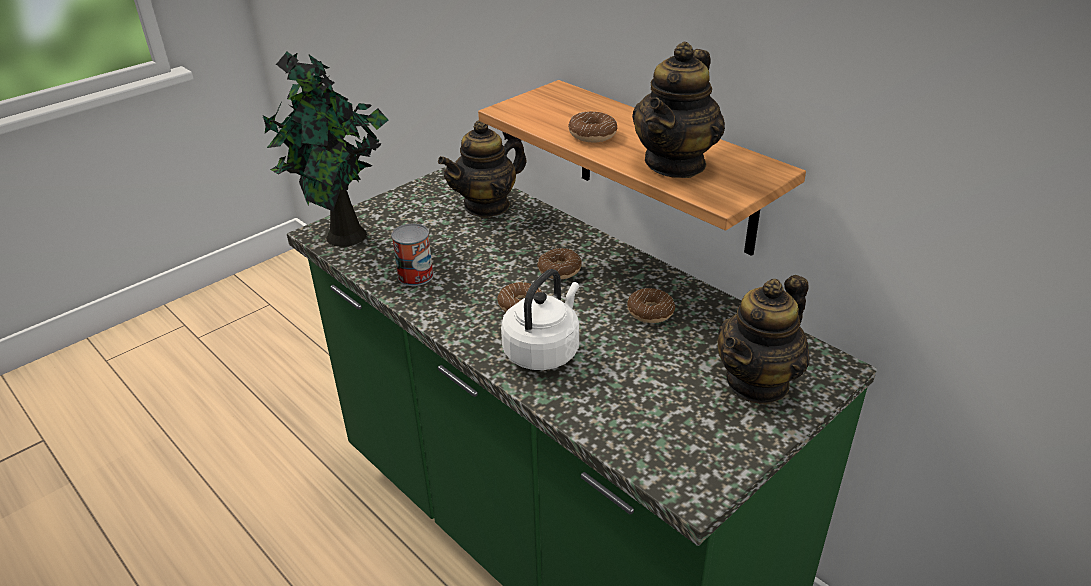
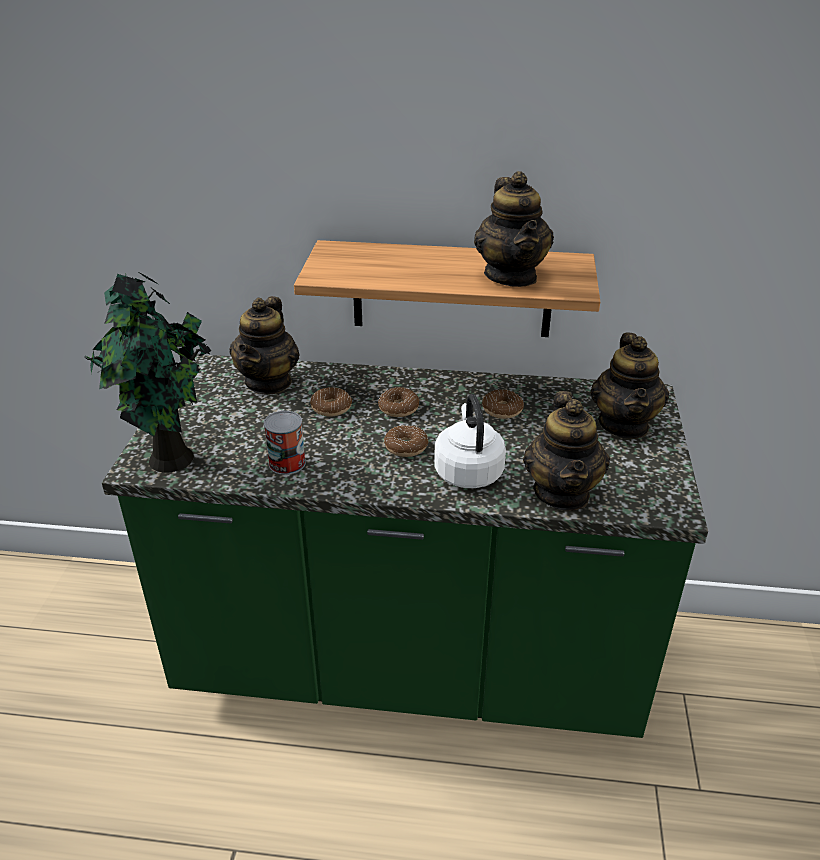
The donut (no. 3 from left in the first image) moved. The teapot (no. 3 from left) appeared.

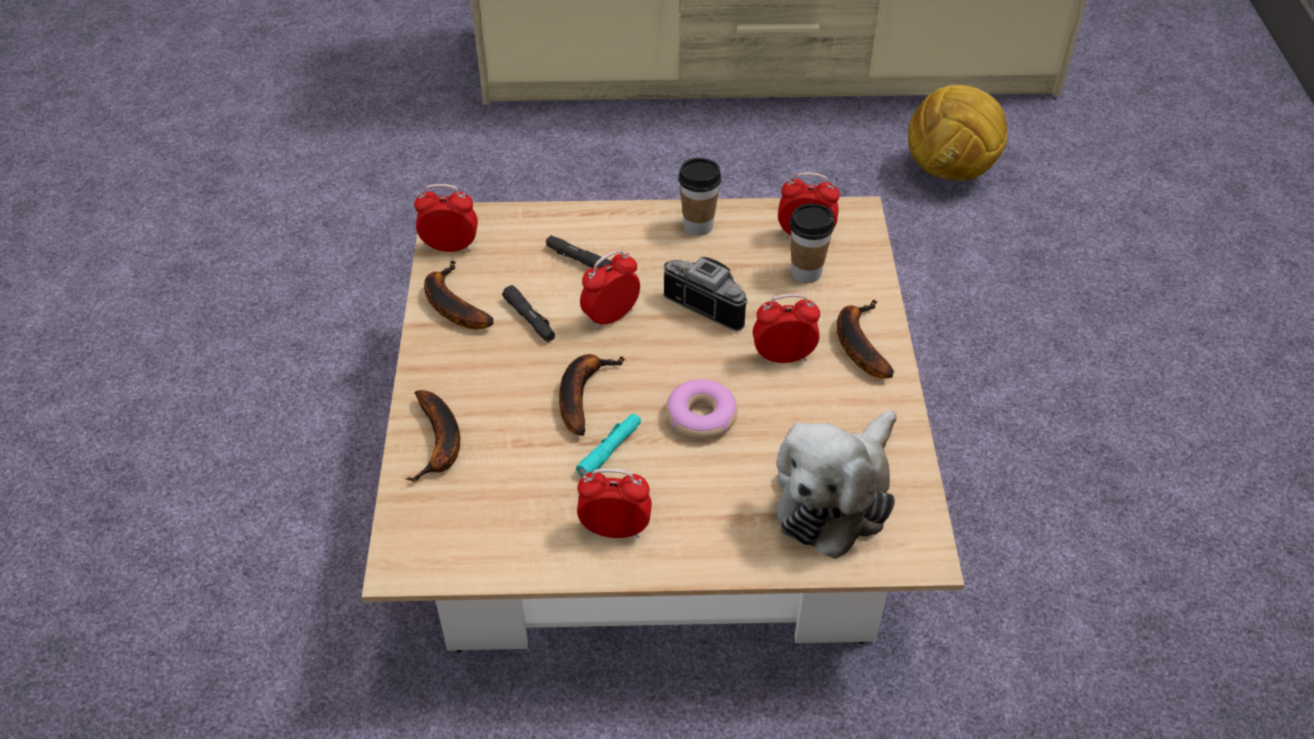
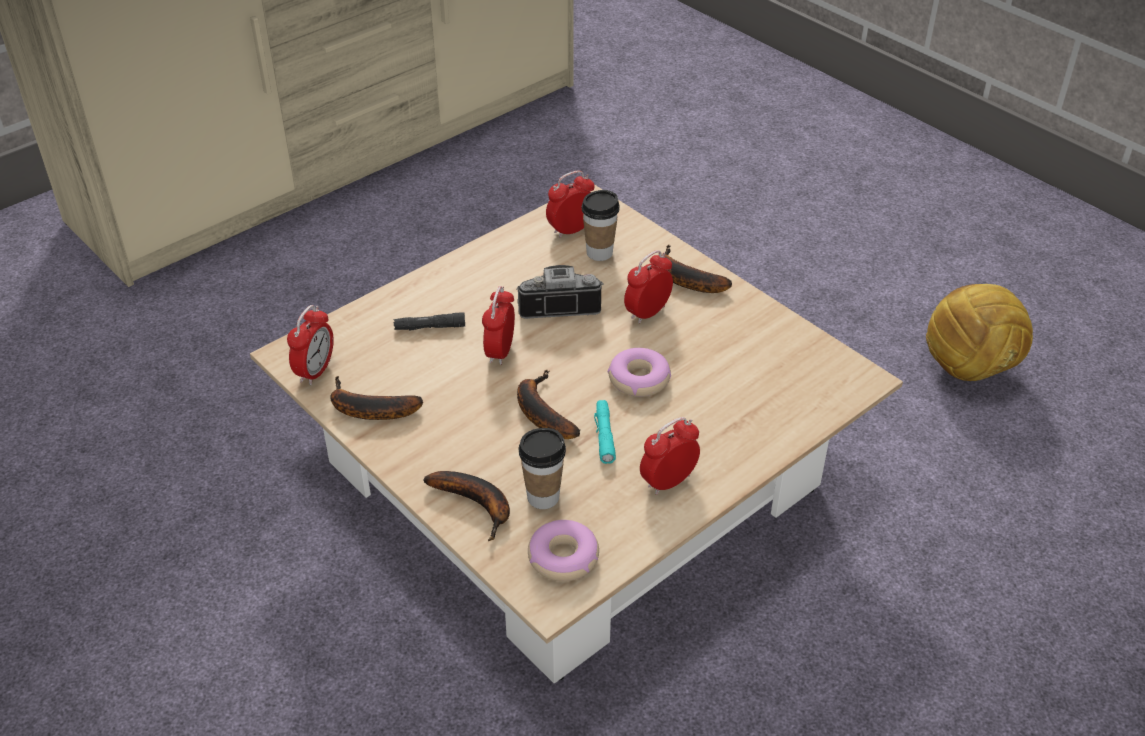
The alarm clock (no. 1 from left) turned 150 degrees clockwise. The flashlight (black) (no. 1 from left) disappeared. The cup (no. 1 from left) moved. The plush toy disappeared. The football moved. The donut (no. 1 from left) appeared.

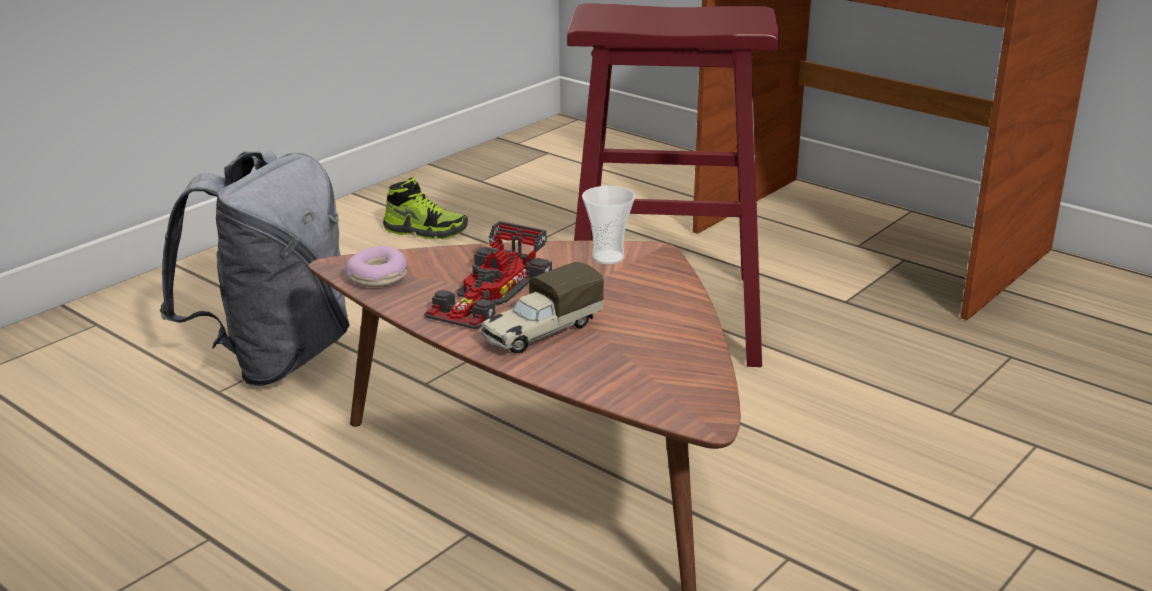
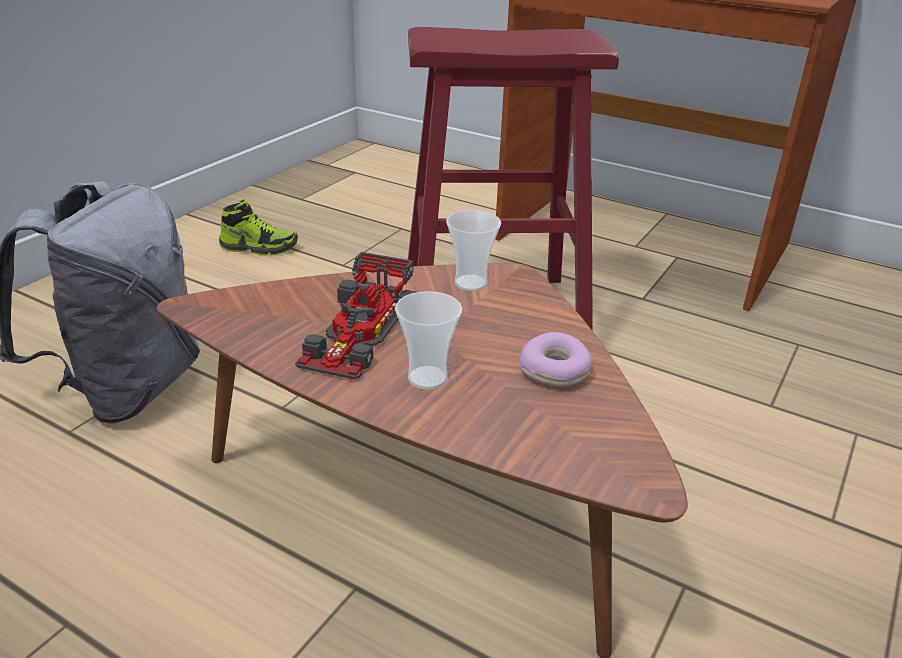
The donut moved. The toy truck was replaced by the cup (no. 1 from left).

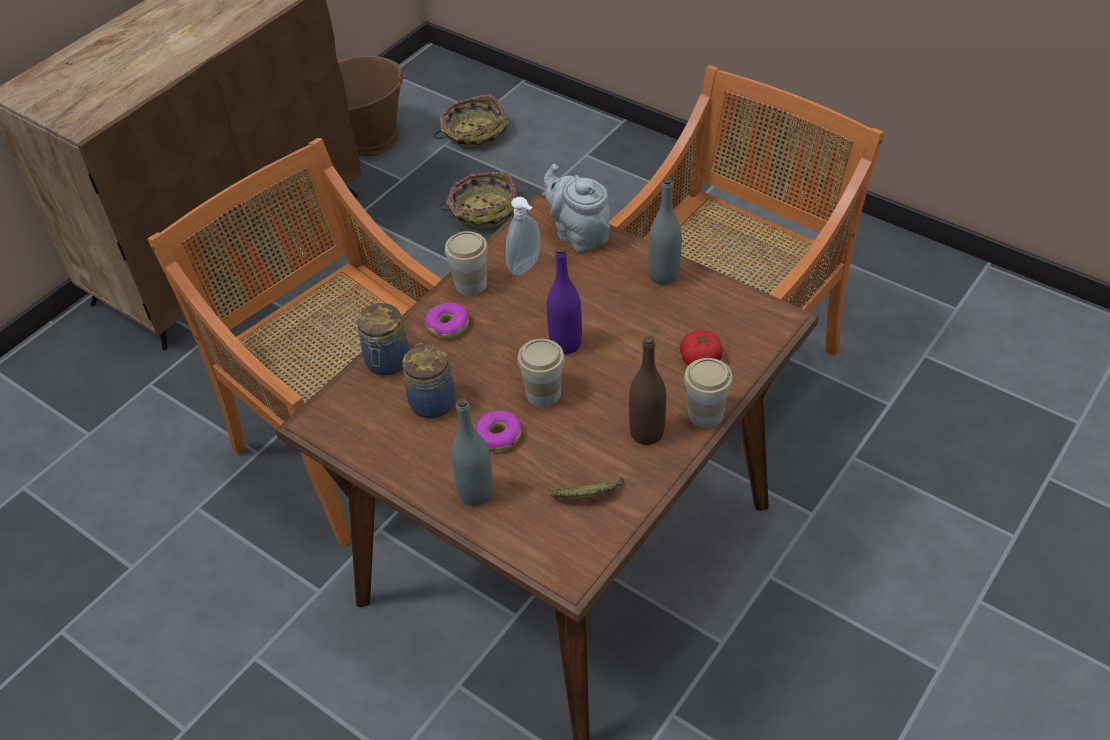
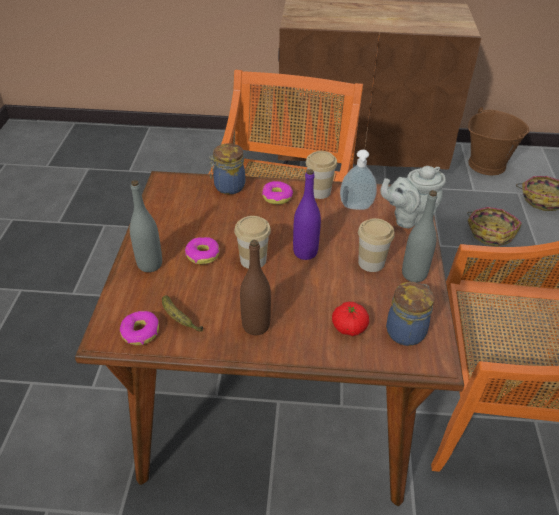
The jar (no. 2 from left) moved. The teapot (grey) turned 120 degrees counterclockwise. The cup (no. 3 from left) moved. The donut (no. 1 from left) appeared.

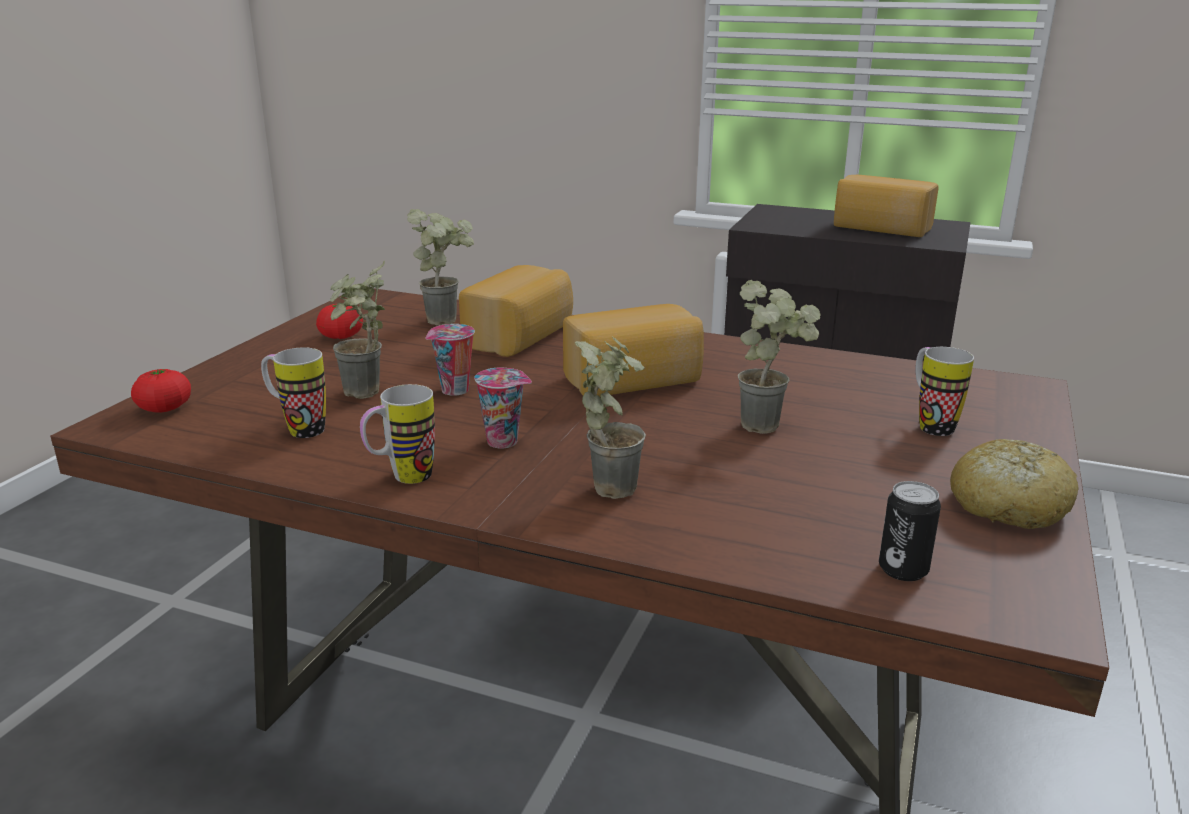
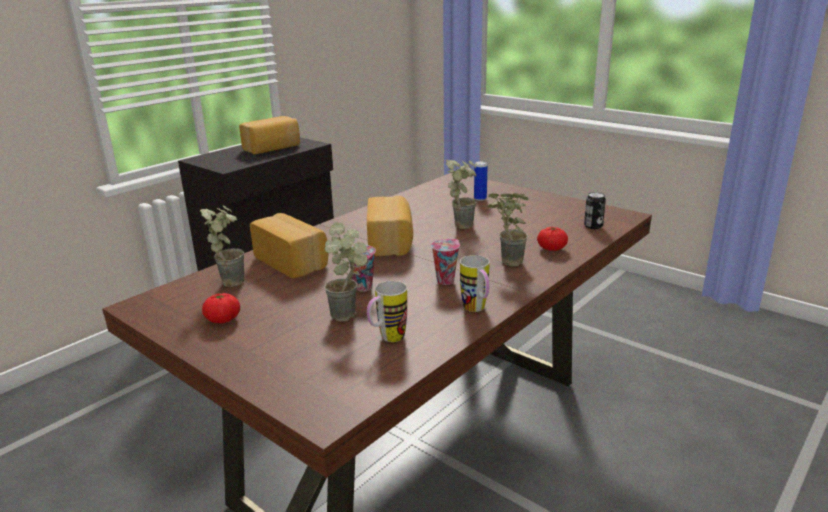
The tomato (no. 1 from left in the first image) moved. The mug (no. 3 from left) was replaced by the can (no. 1 from left). The bread (no. 4 from left) disappeared.

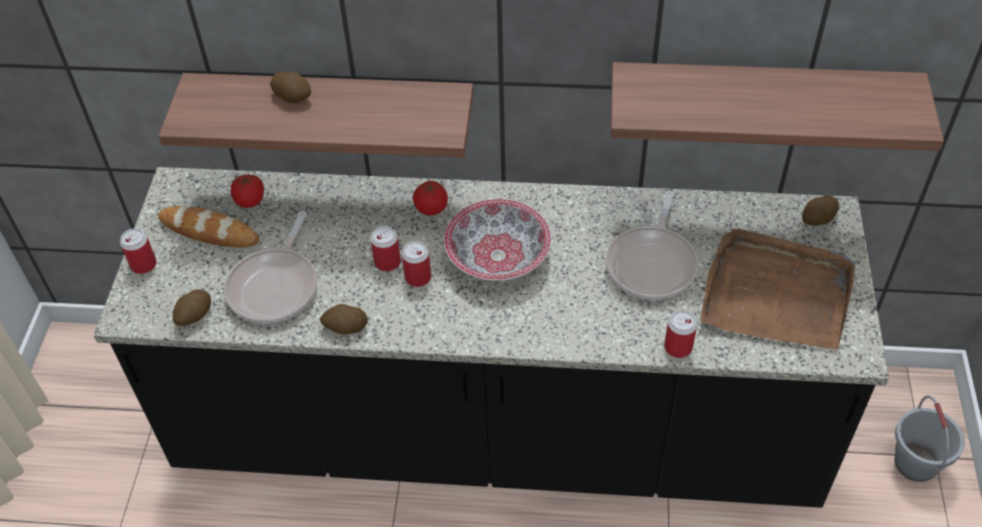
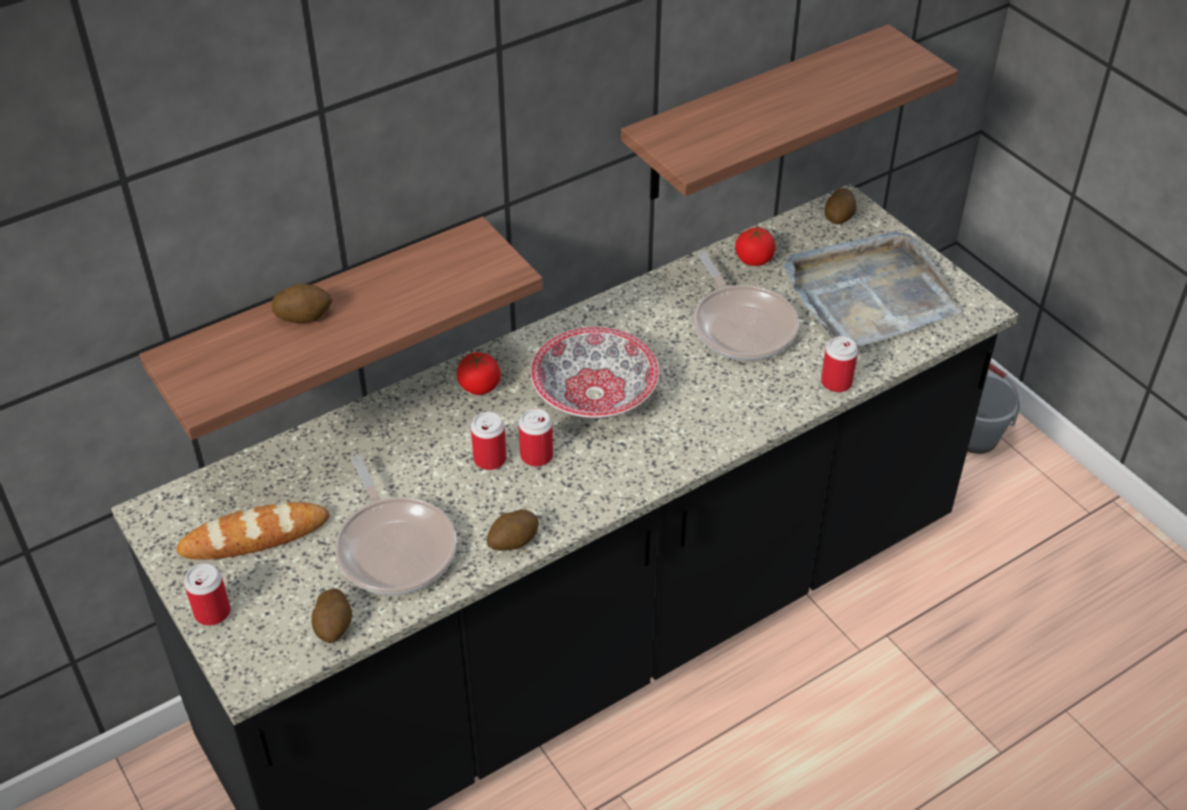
The tomato (no. 1 from left in the first image) moved. The tray (brown) became the tray (grey).

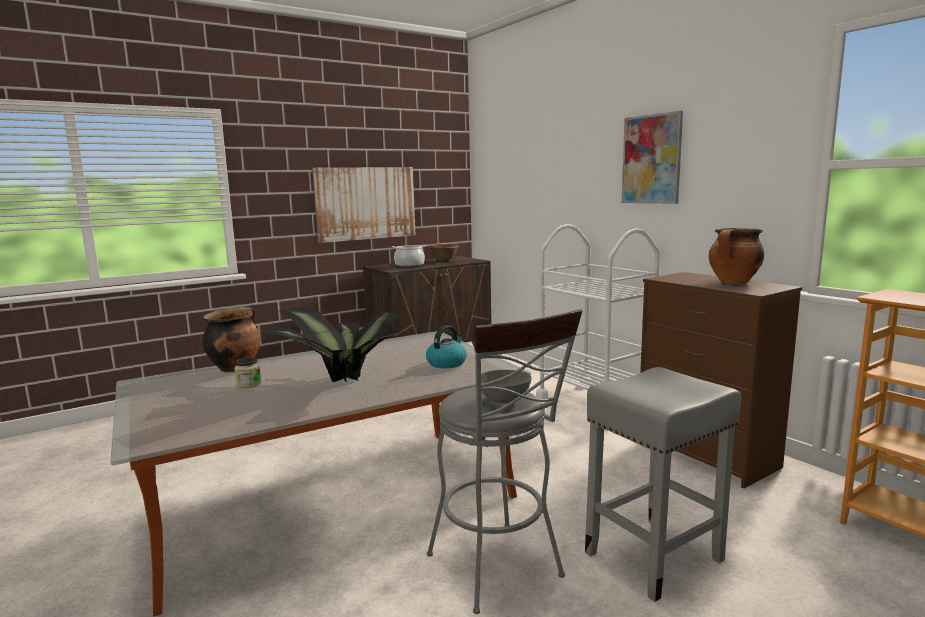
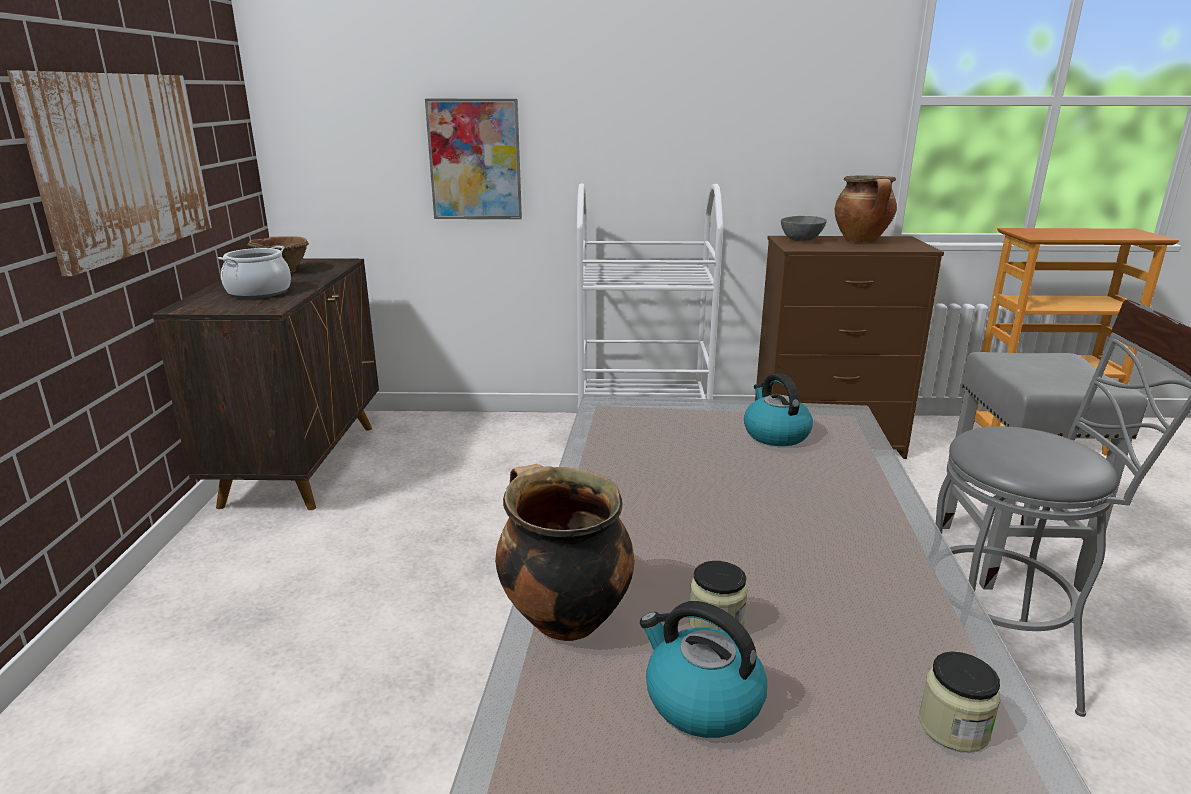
The potted plant disappeared. The bowl (grey) moved. The picture (no. 2 from left) moved. The kettle (no. 1 from left) appeared. The jar (no. 2 from left) appeared.

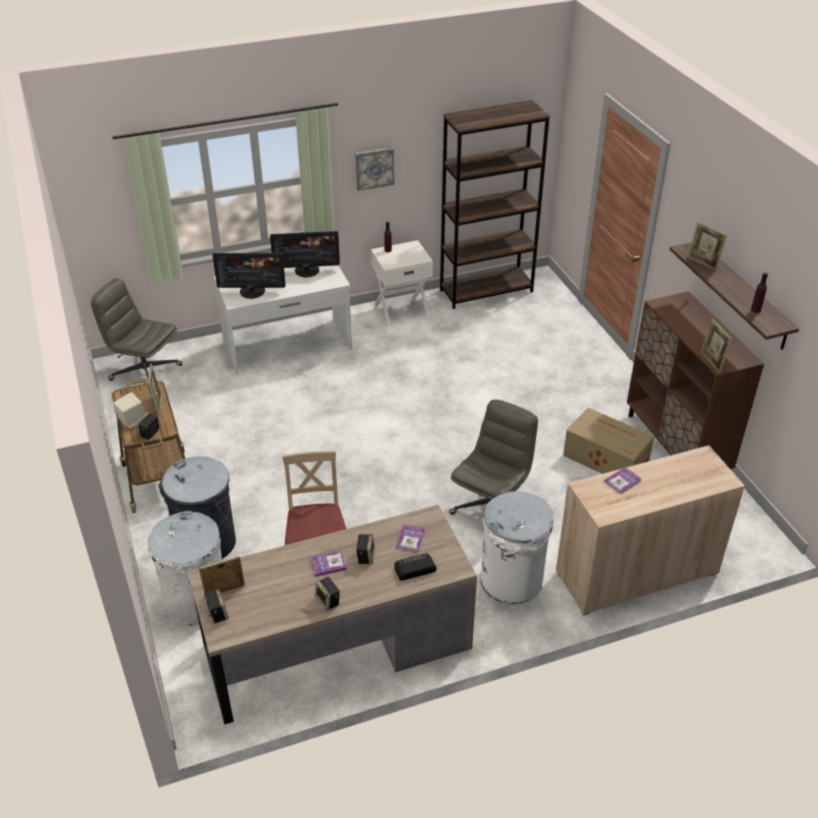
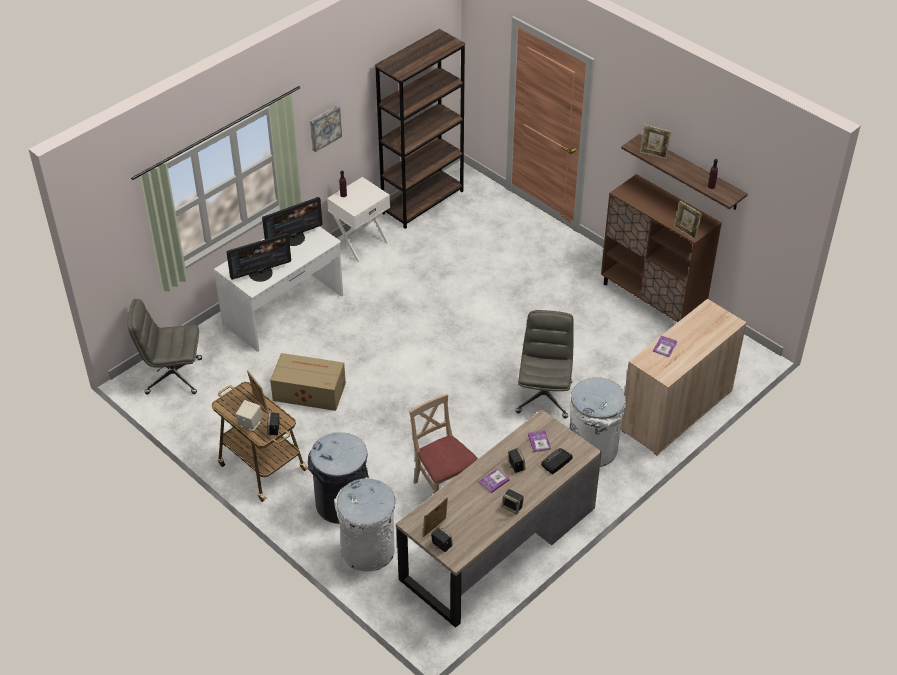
The cardboard box moved.

